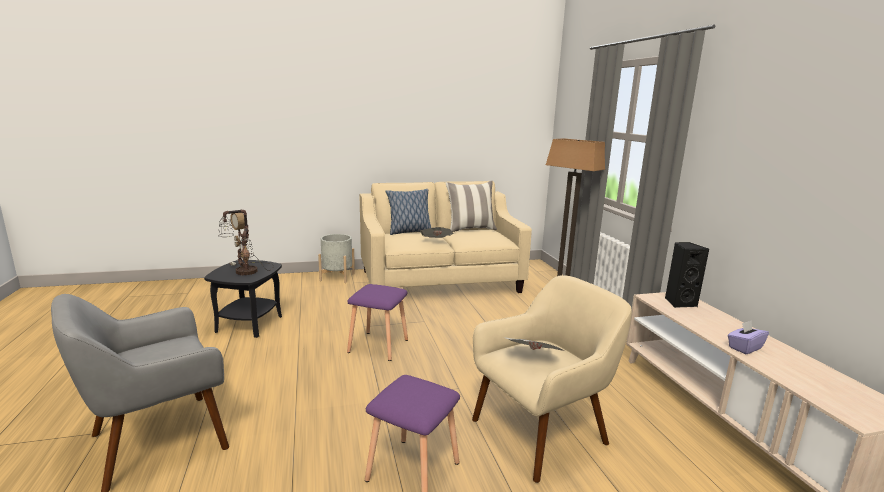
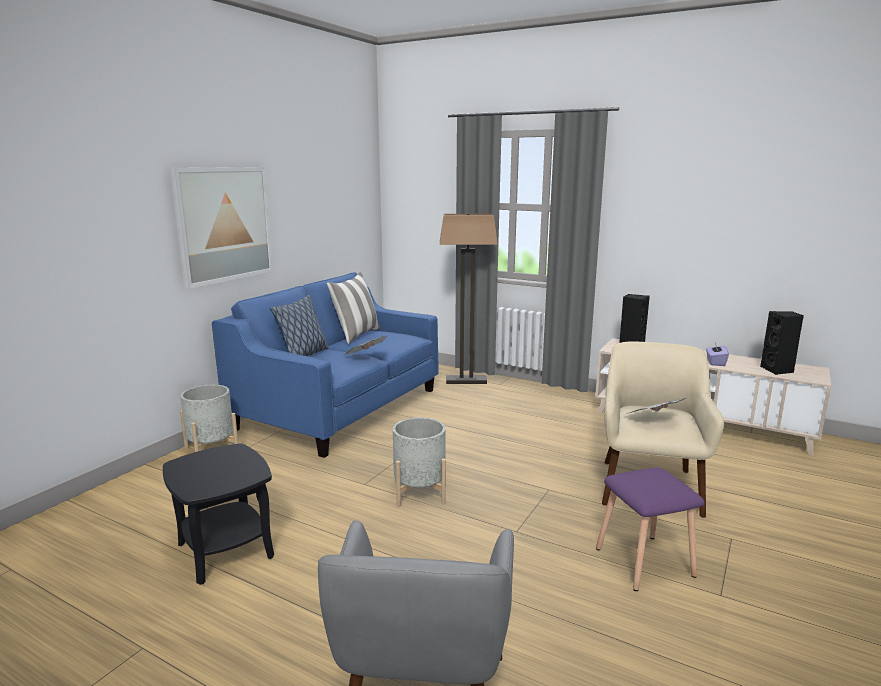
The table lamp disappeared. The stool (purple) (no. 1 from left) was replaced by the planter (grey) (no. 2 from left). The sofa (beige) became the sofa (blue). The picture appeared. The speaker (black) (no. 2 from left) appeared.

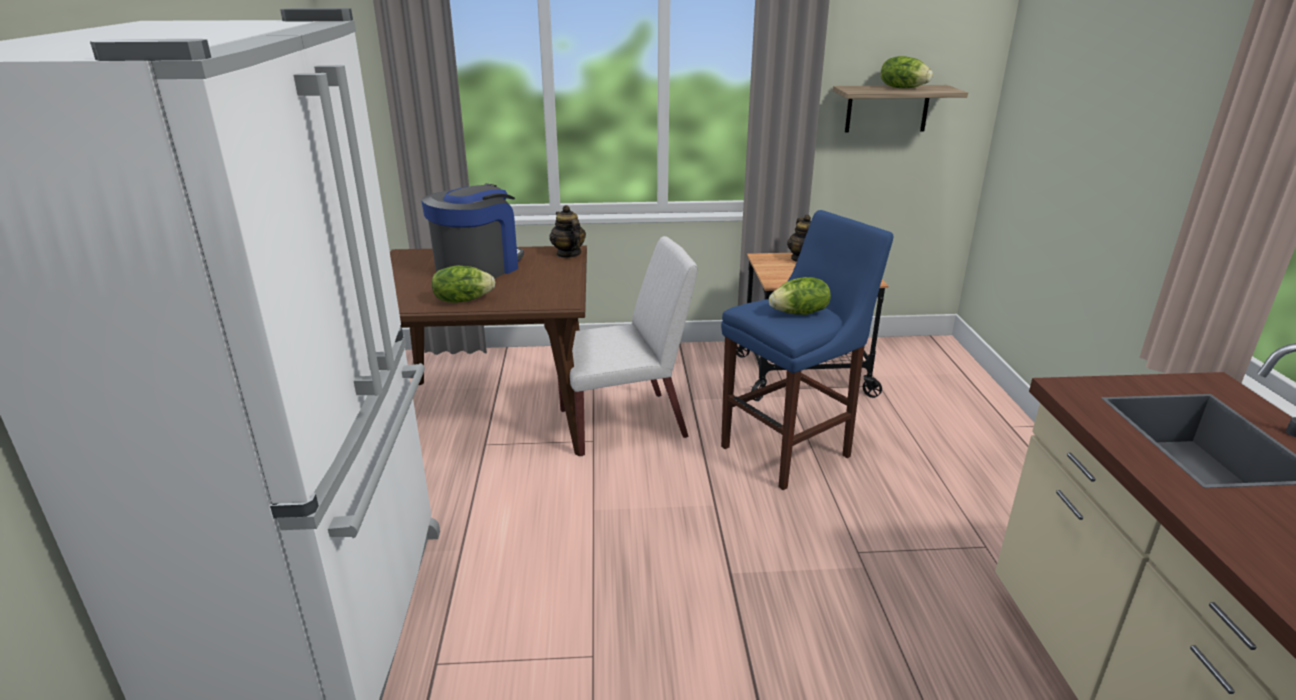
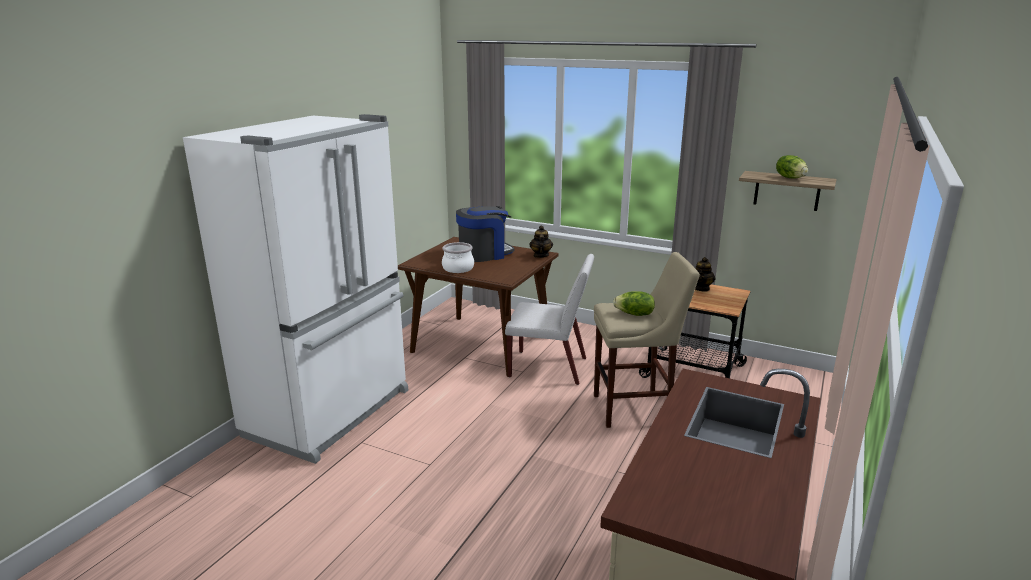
The lettuce (no. 1 from left) was replaced by the cooking pot. The stool (blue) became the stool (beige).

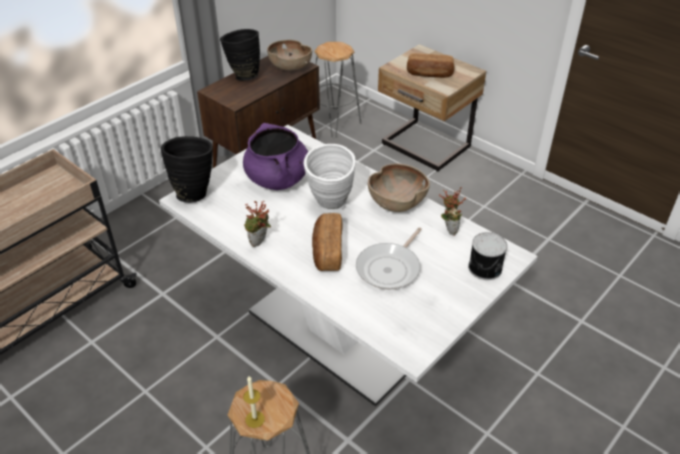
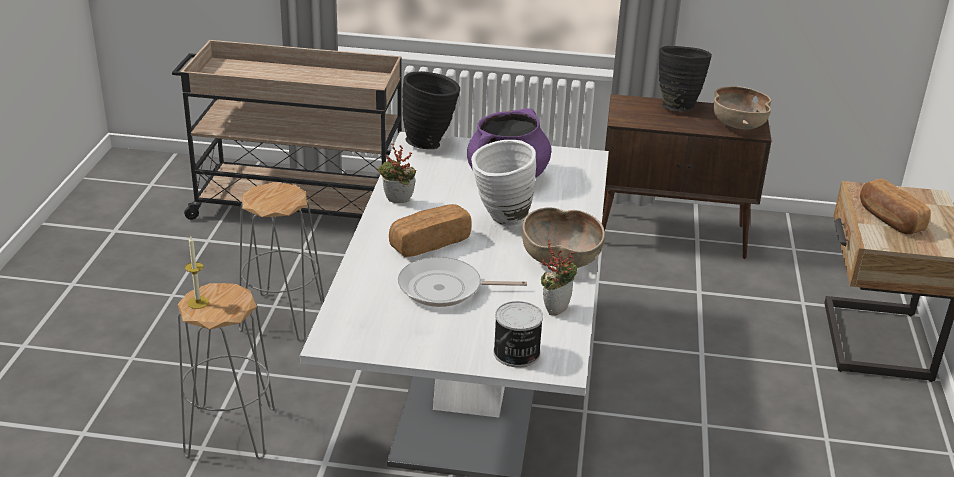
The stool (grey) (no. 2 from left) moved.

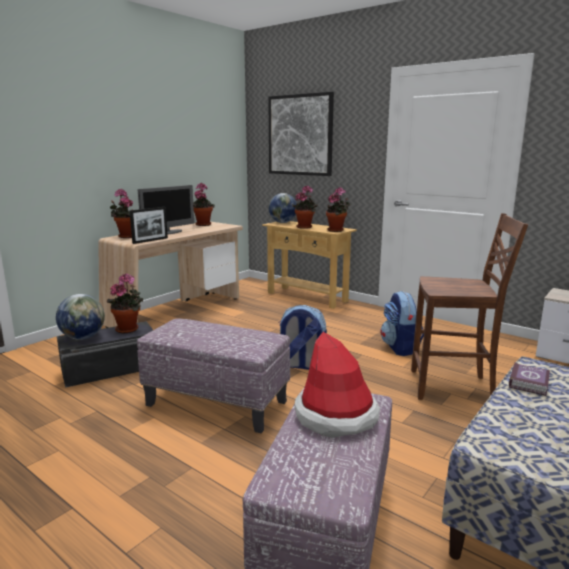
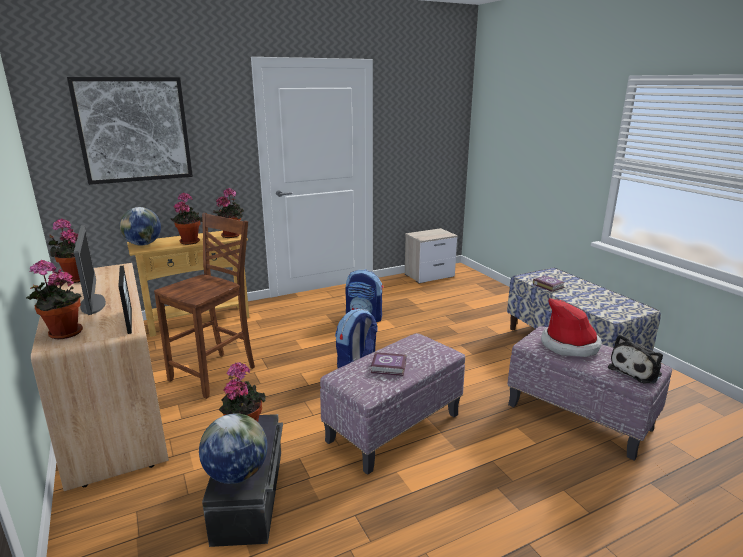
The chair (brown) moved. The book (no. 1 from left) appeared. The plush toy appeared.

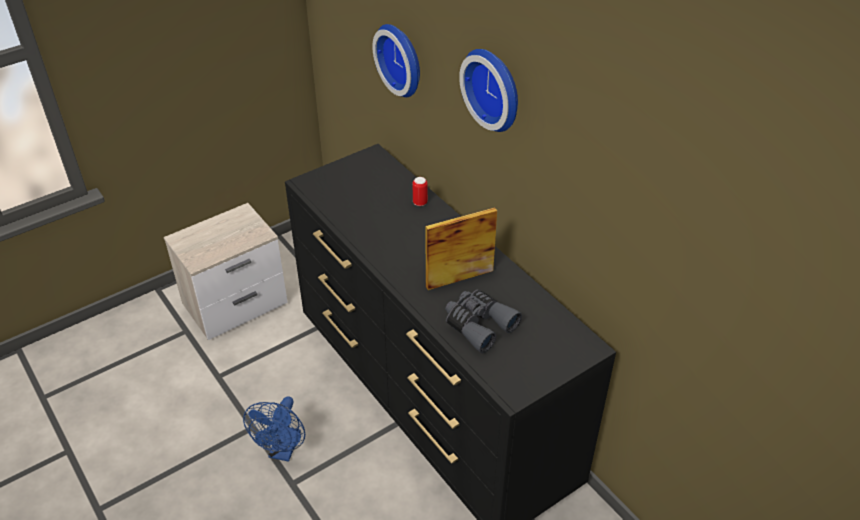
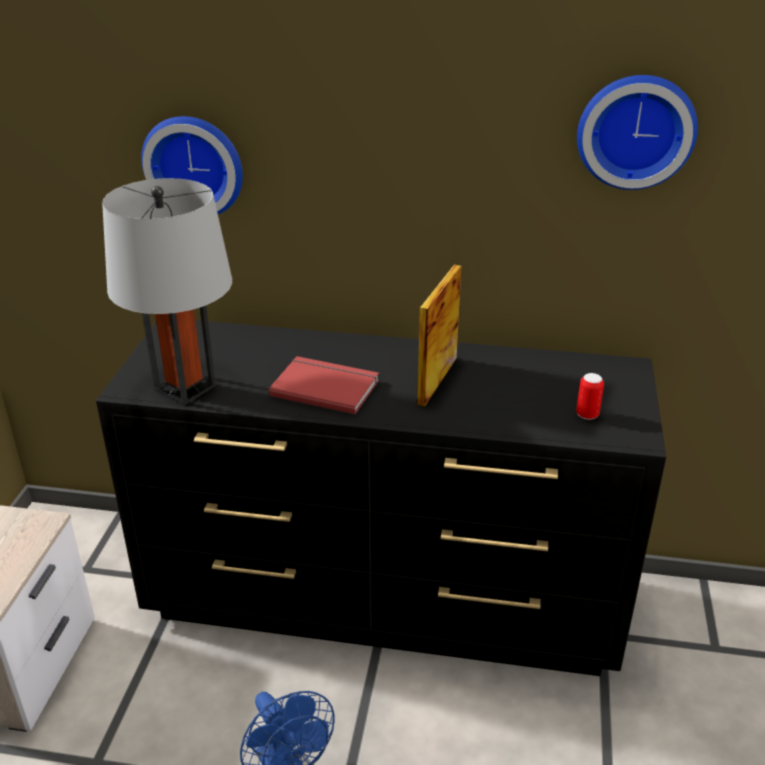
The can moved. The binoculars (grey) disappeared. The wall clock (no. 2 from left) moved. The table lamp (grey) appeared. The book (red) appeared.

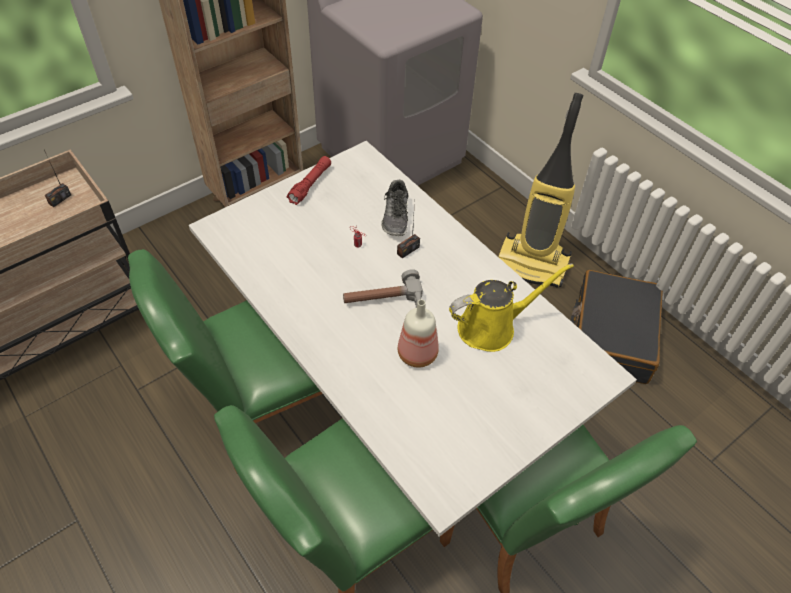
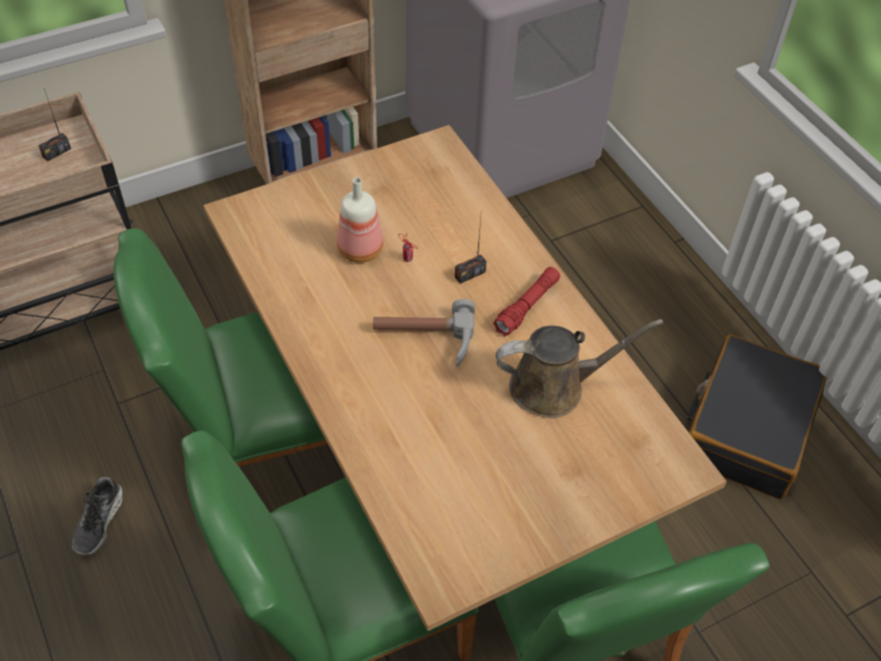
The dining table (white) became the dining table (brown). The flashlight (red) moved. The shoe moved. The bottle moved. The watering can (yellow) became the watering can (brown). The vacuum cleaner disappeared.

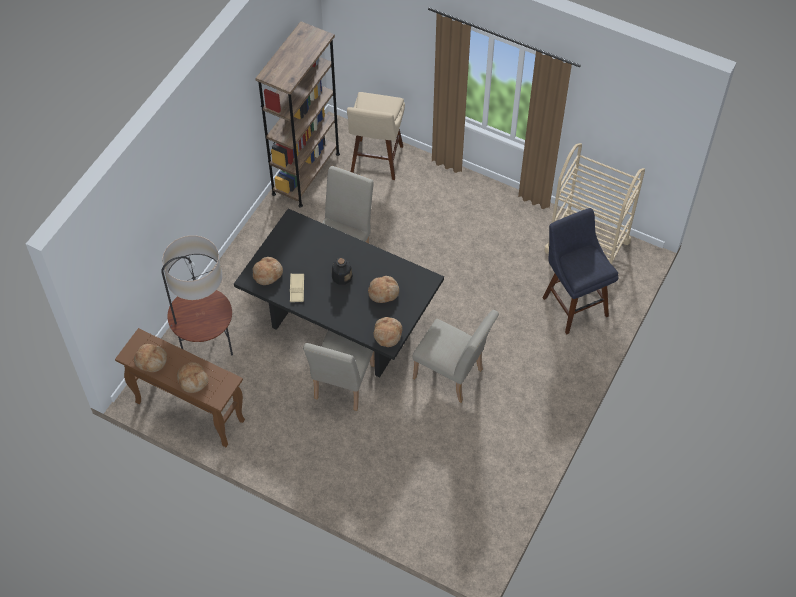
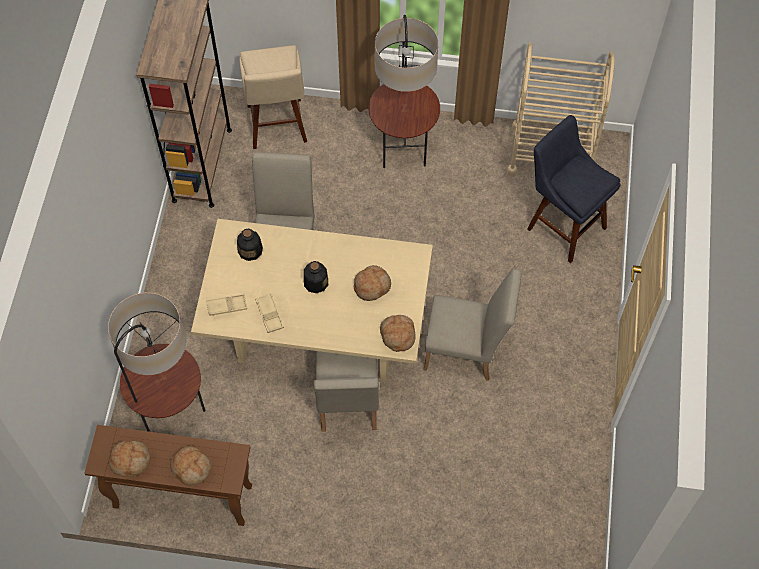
The dining table (black) became the dining table (beige). The bread (no. 3 from left) was replaced by the tray (beige) (no. 1 from left). The bottle (no. 1 from left) appeared. The floor lamp (no. 2 from left) appeared.

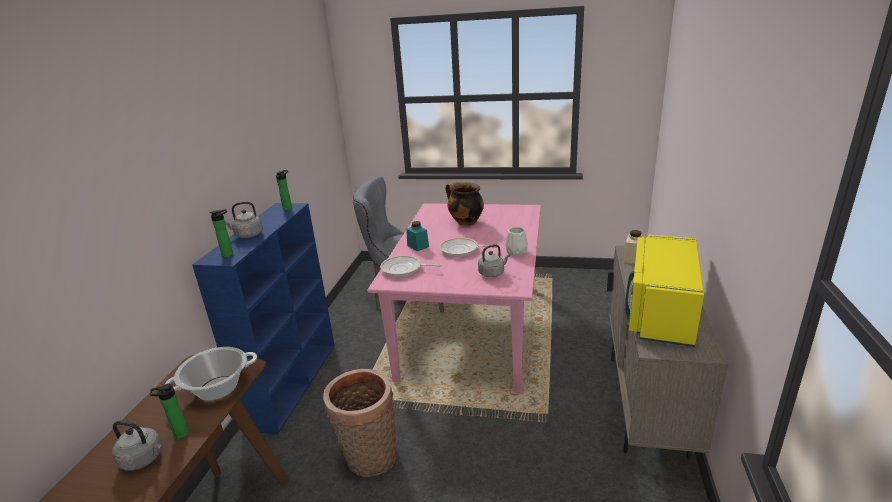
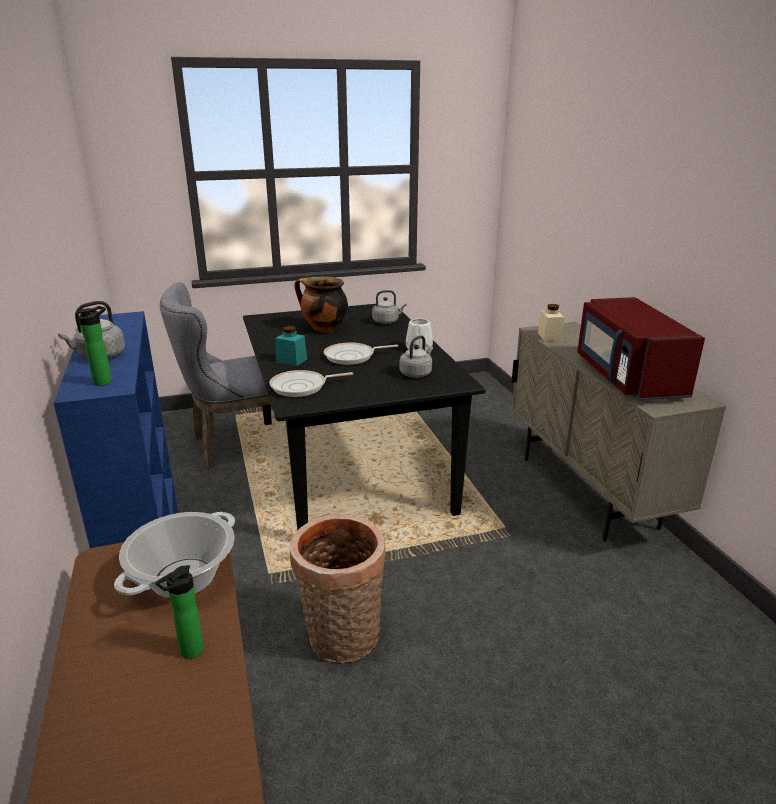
The kettle (grey) (no. 1 from left in the first image) moved. The bottle (no. 3 from left) disappeared. The dining table (pink) became the dining table (black). The microwave (yellow) became the microwave (red).

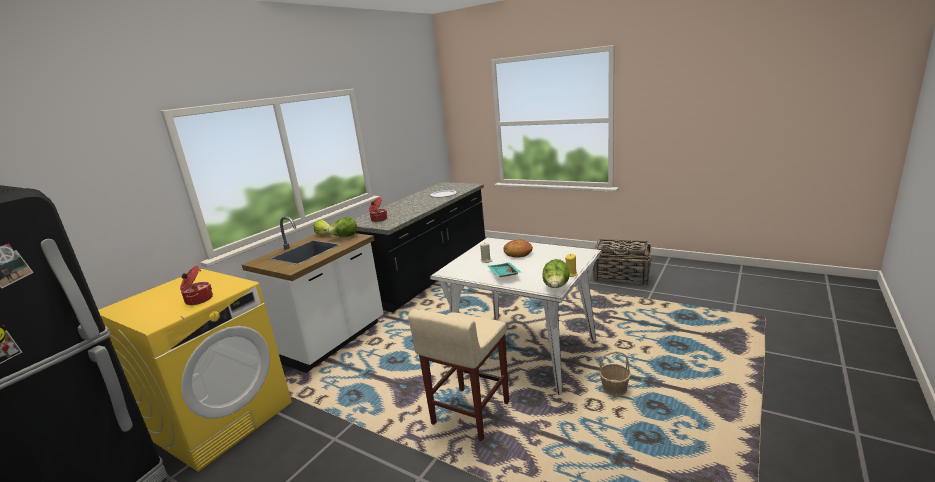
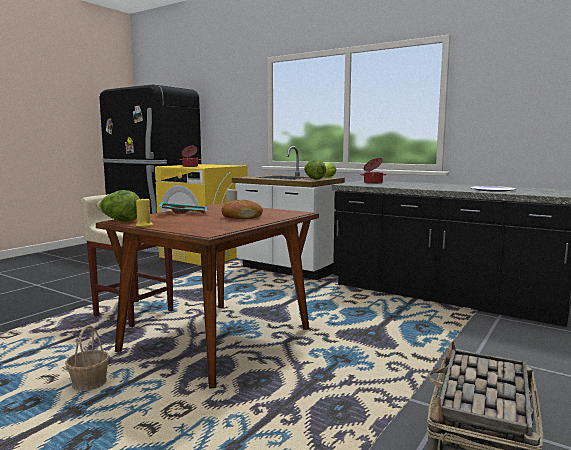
The dining table (white) became the dining table (brown).

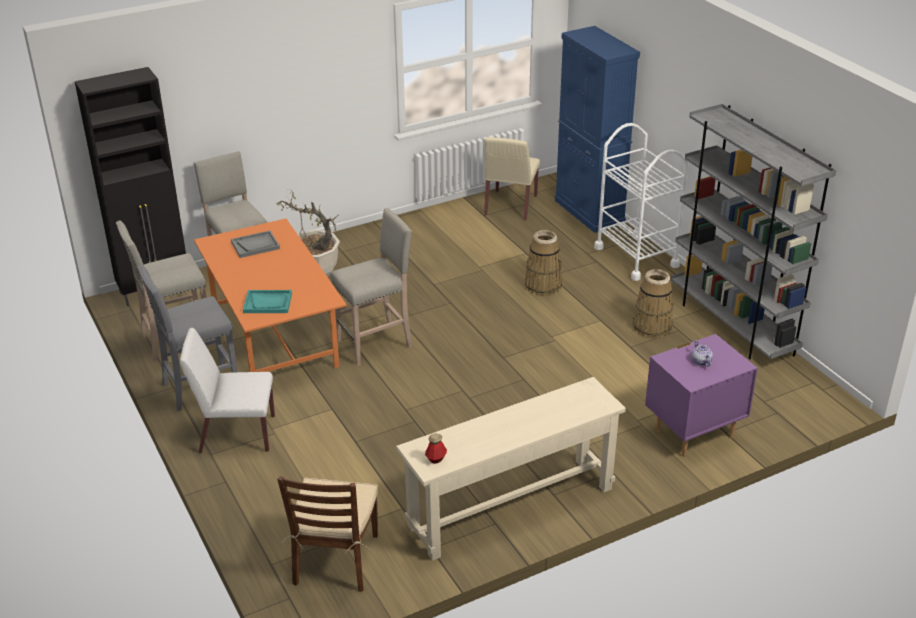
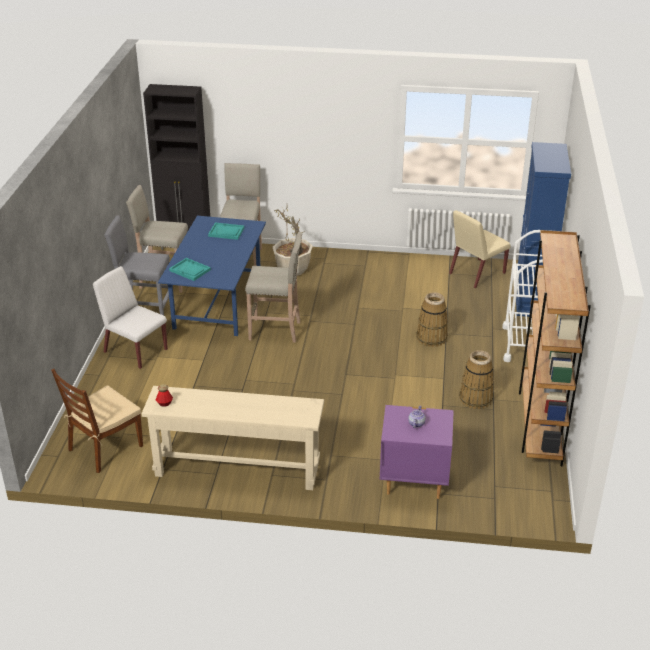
The dining table (orange) became the dining table (blue). The tray (grey) became the tray (turquoise) (no. 2 from left). The bookcase (grey) became the bookcase (brown).

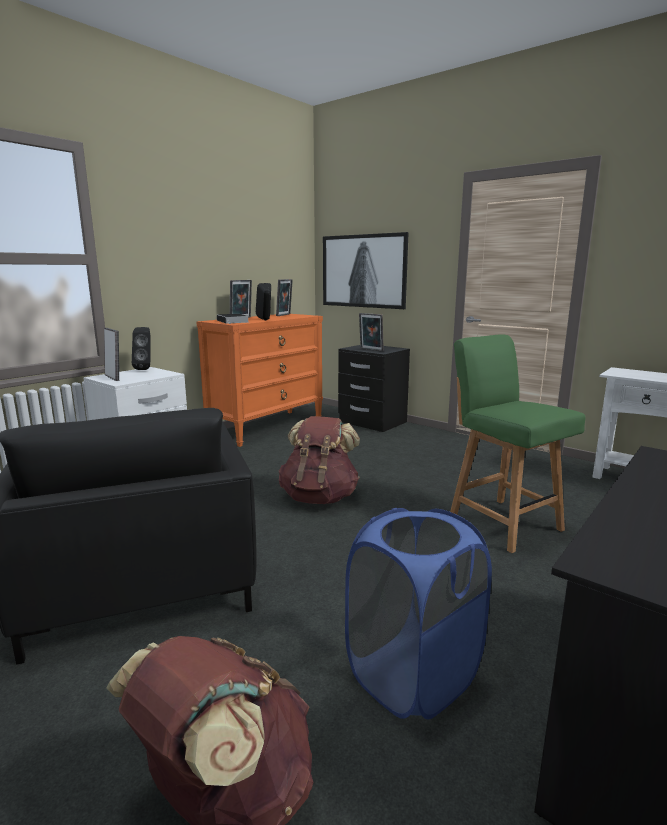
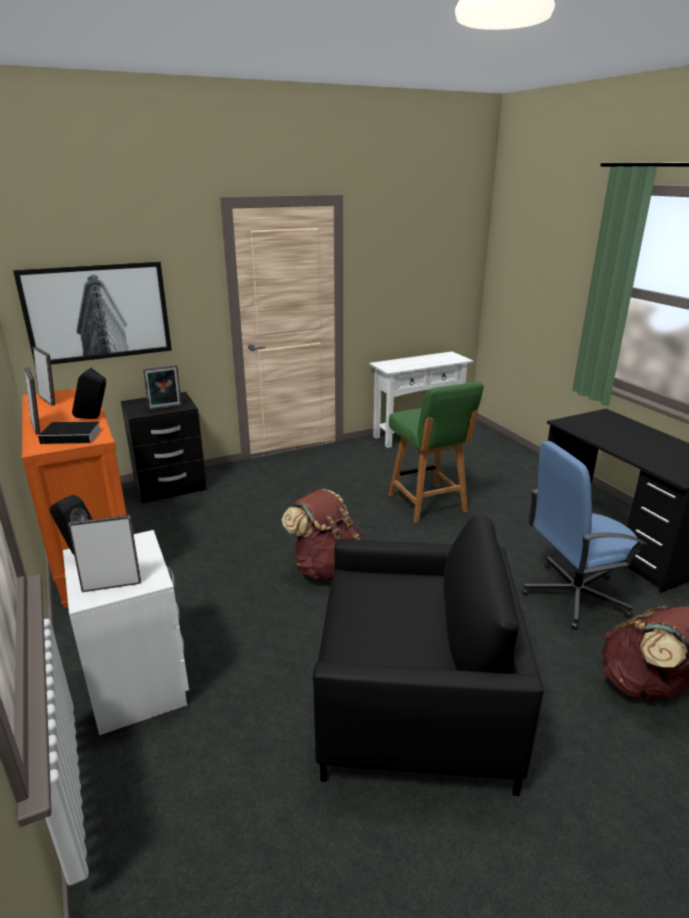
The laundry basket (blue) was replaced by the office chair (blue). The chair (green) turned 105 degrees counterclockwise.

